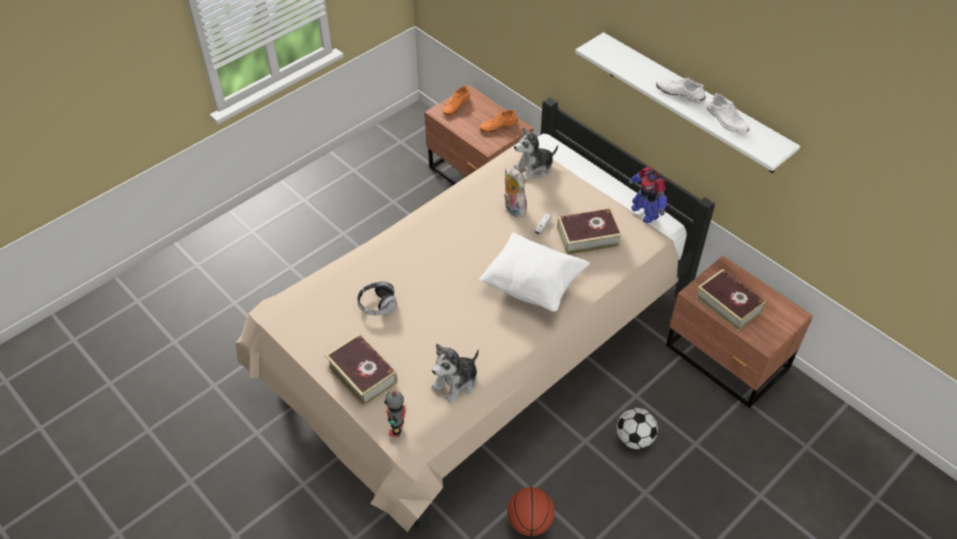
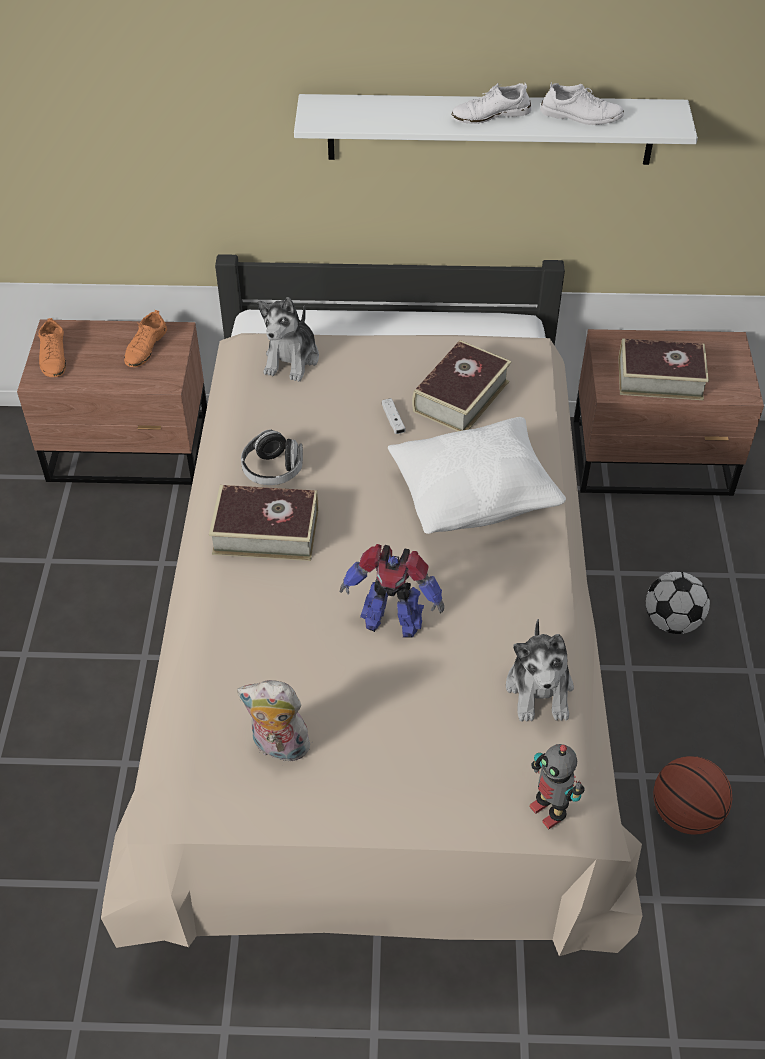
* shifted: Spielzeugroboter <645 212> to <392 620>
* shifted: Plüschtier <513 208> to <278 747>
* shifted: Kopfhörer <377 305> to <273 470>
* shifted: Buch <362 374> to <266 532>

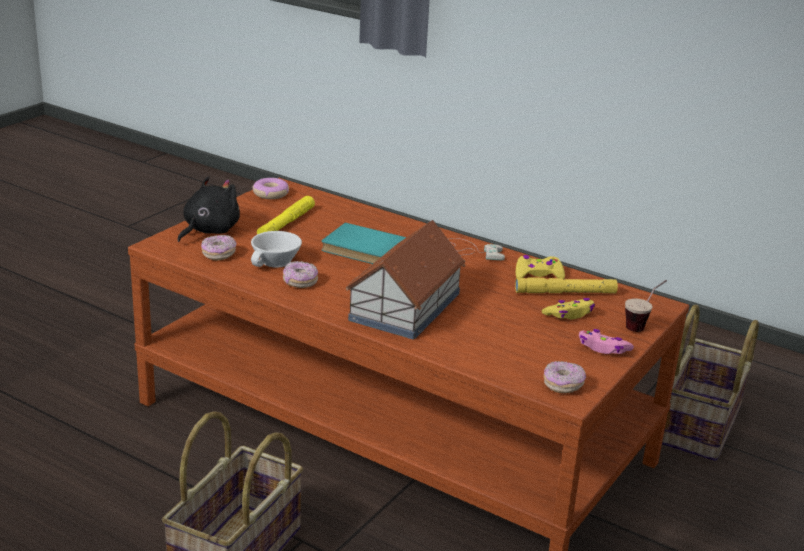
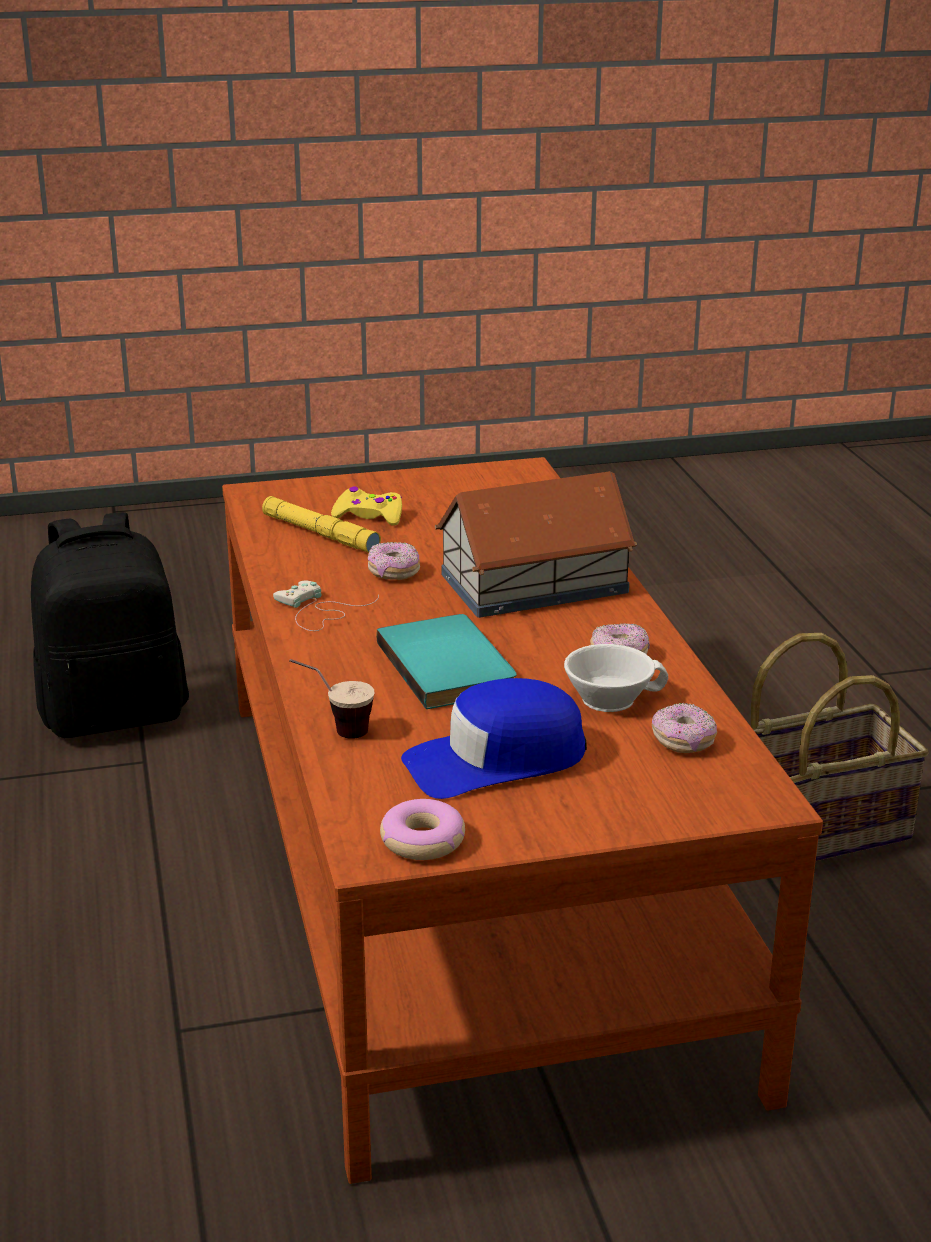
* gone: Plüschtier/schwarz <208 231>
* swapped: Taschenlampe/gelb <286 223> to Kappe/blau <495 760>
* gone: Gamepad/gelb <538 274>
* shifted: Tasse <642 325> to <333 730>
* swapped: Korb <701 426> to Rucksack/schwarz <115 714>
* gone: Gamepad/rosa <603 348>
* shifted: Donut <563 385> to <393 572>

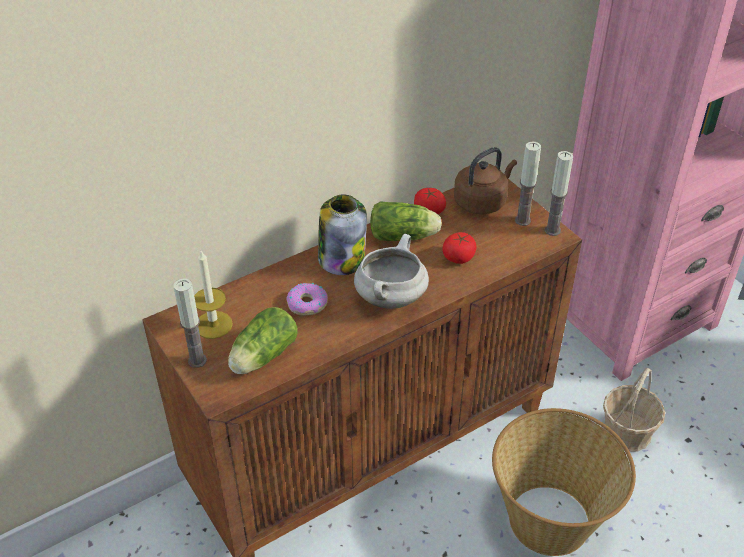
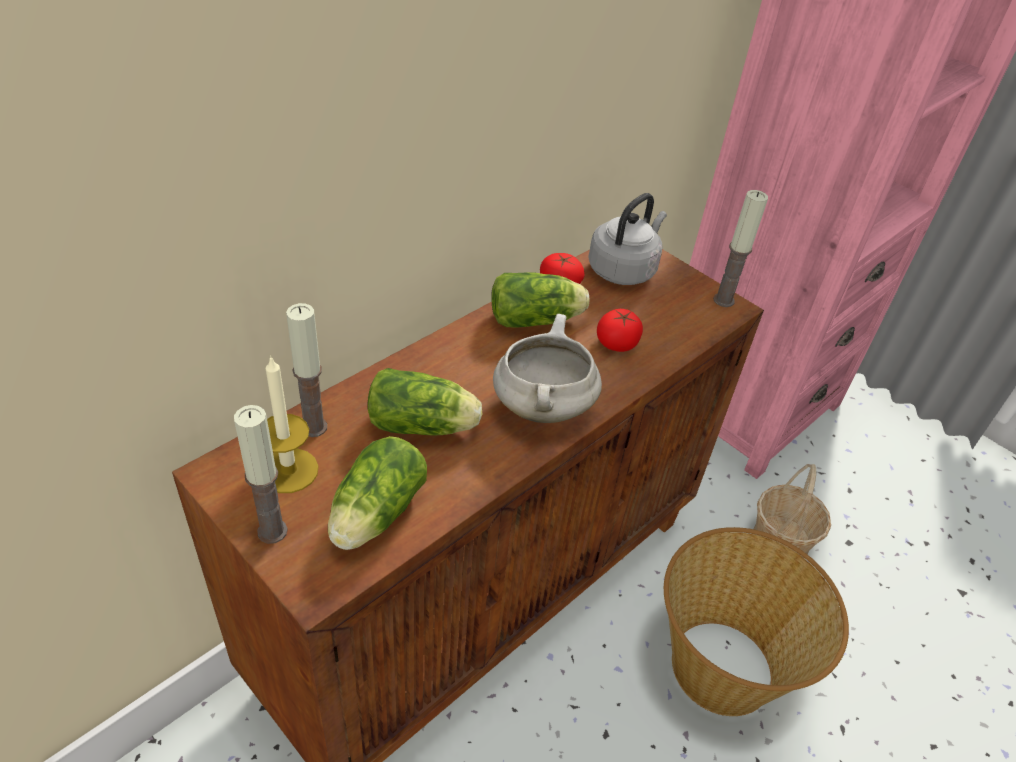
* shifted: Kerze <522 220> to <314 427>
* repainted: Wasserkessel/braun <482 202> to Wasserkessel/grau <623 269>
* gone: Vorratsglas <341 259>
* swapped: Donut <307 304> to Salatkopf <425 426>

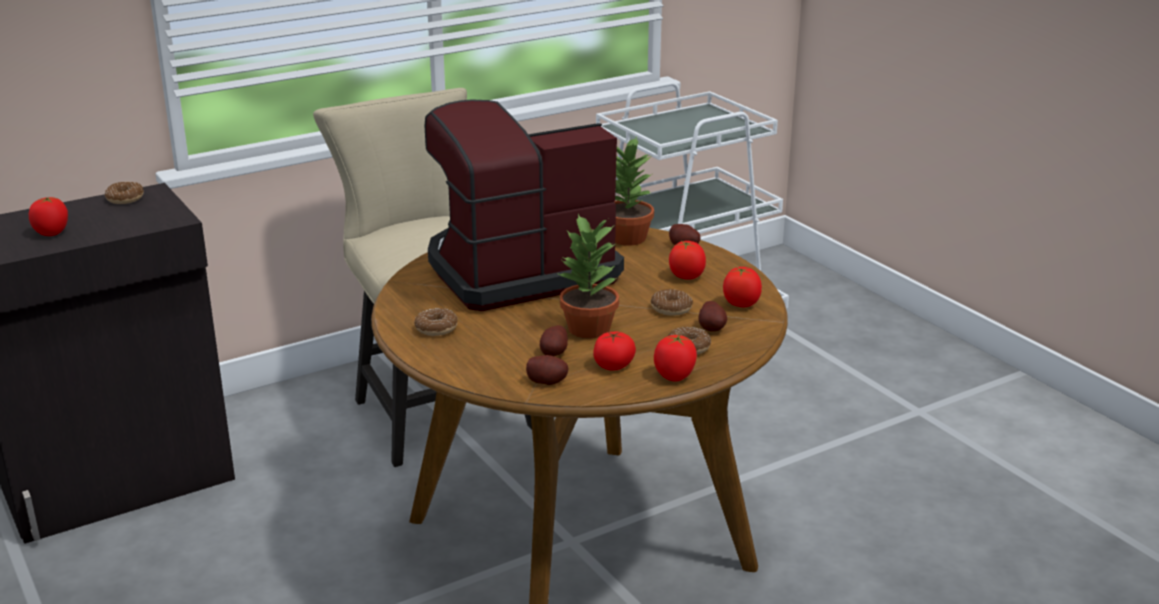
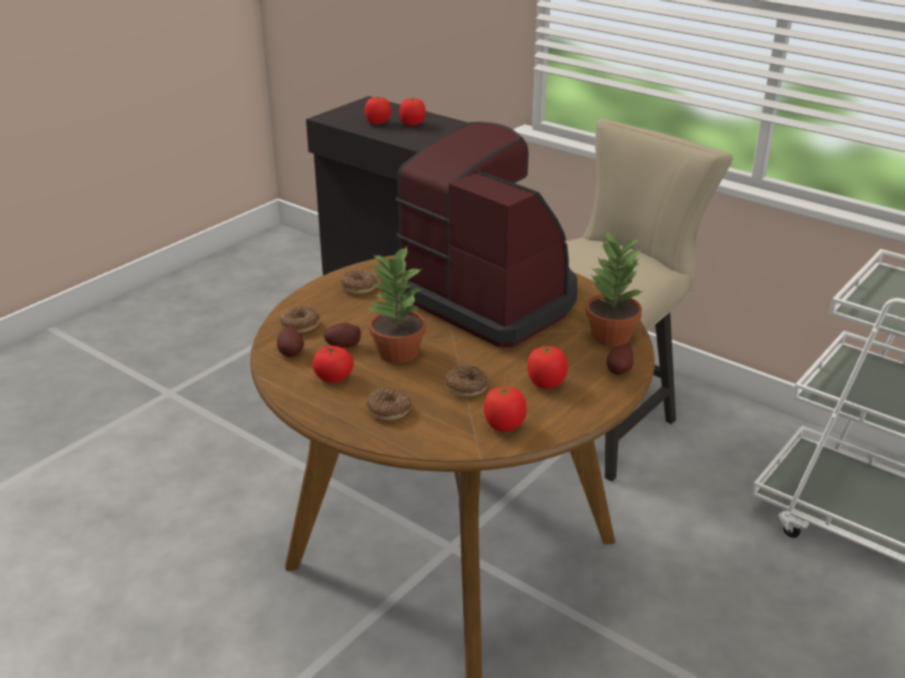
* shifted: Donut <125 199> to <300 325>
* gone: Kartoffel <712 328>
* shifted: Tomate <674 376> to <412 124>

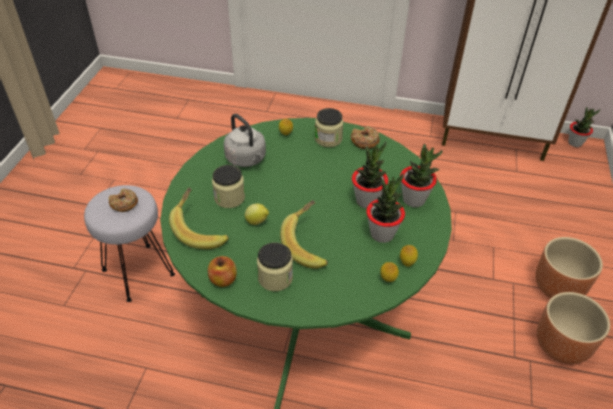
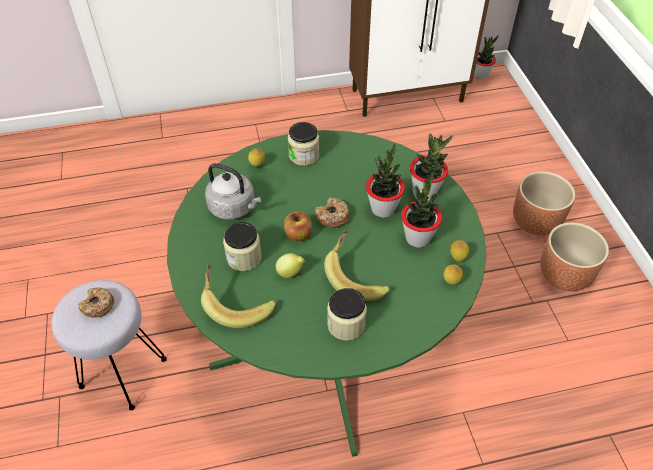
* shifted: Donut <364 141> to <332 217>
* shifted: Apfel <223 280> to <298 235>

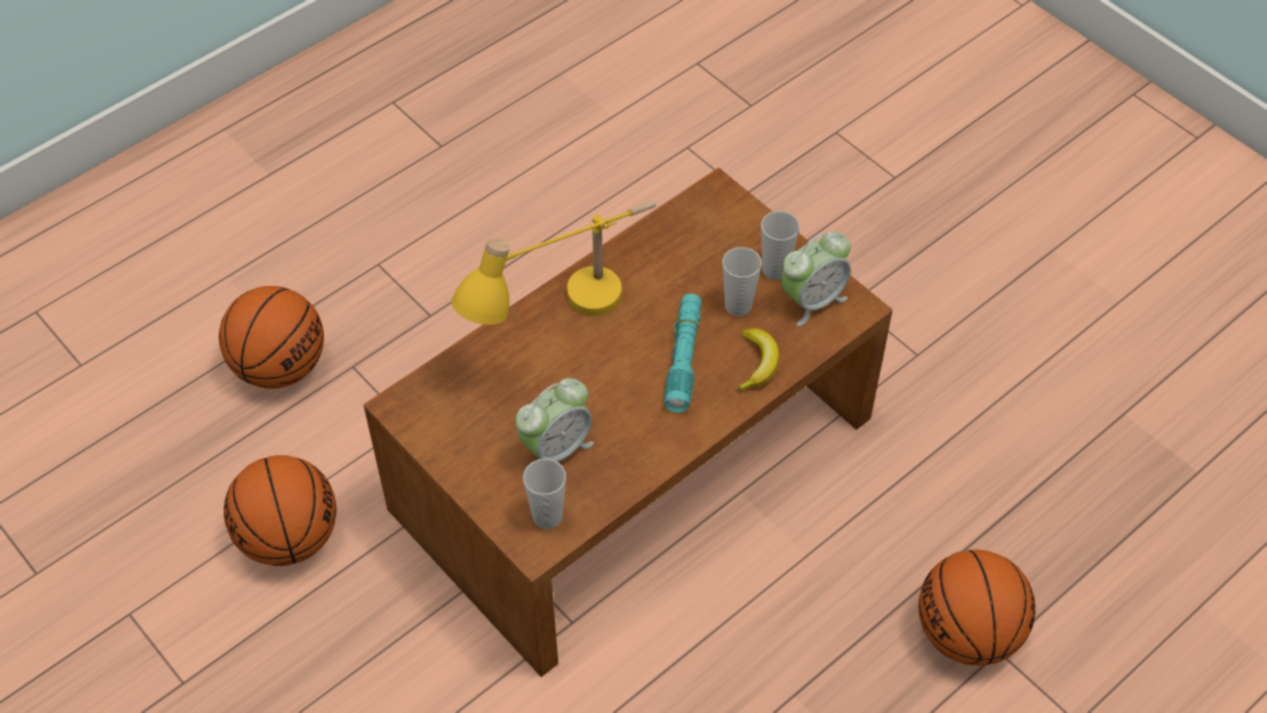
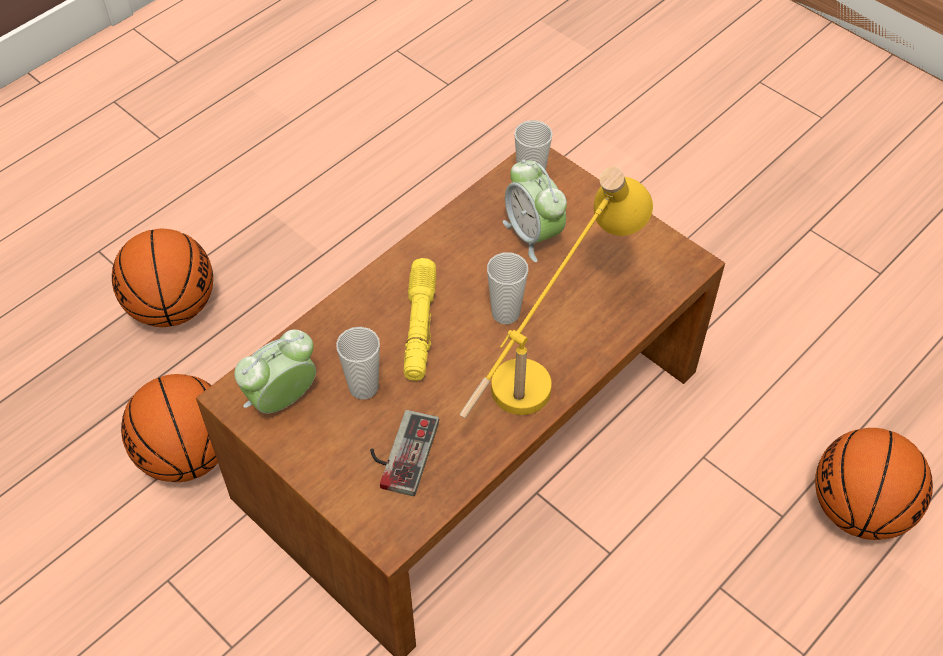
* shifted: Tasse <775 270> to <505 313>
* repainted: Taschenlampe/türkis <684 358> to Taschenlampe/gelb <419 327>
* gone: Banane <757 363>
* rotated: Wecker <556 449> = <533 235> 75 degrees counterclockwise
* shifted: Basketball <289 538> to <188 455>
* new: Gamepad <399 451>

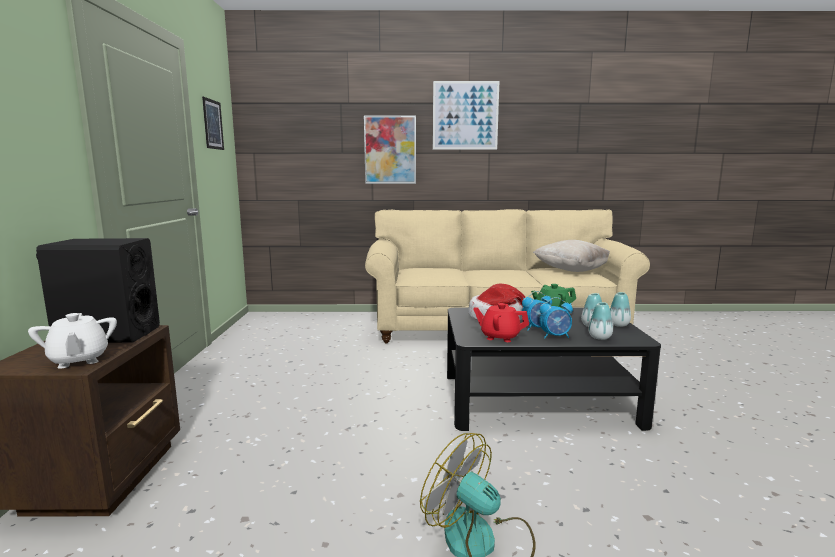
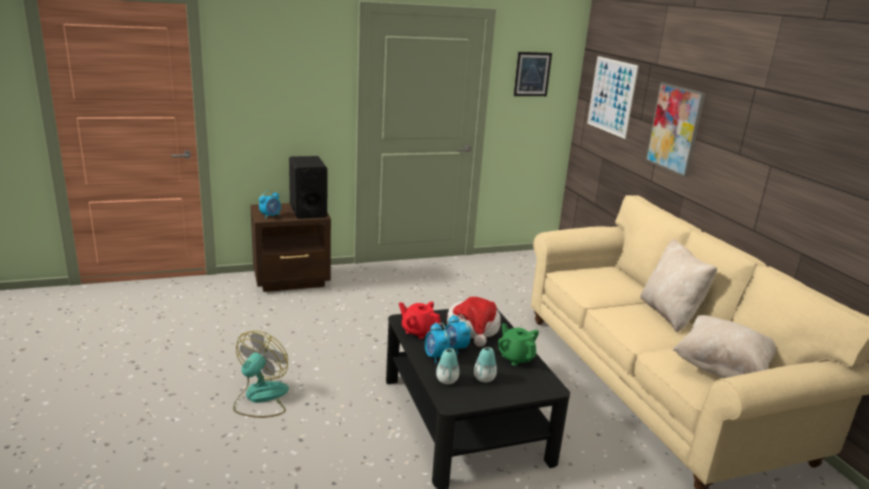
* shifted: Bild <465 115> to <612 96>
* gone: Vase <618 325>
* rotated: Teekanne/rot <500 337> = <418 331> 60 degrees counterclockwise
* swapped: Teekanne/weiß <79 360> to Wecker <270 216>
* new: Kissen/beige <670 314>

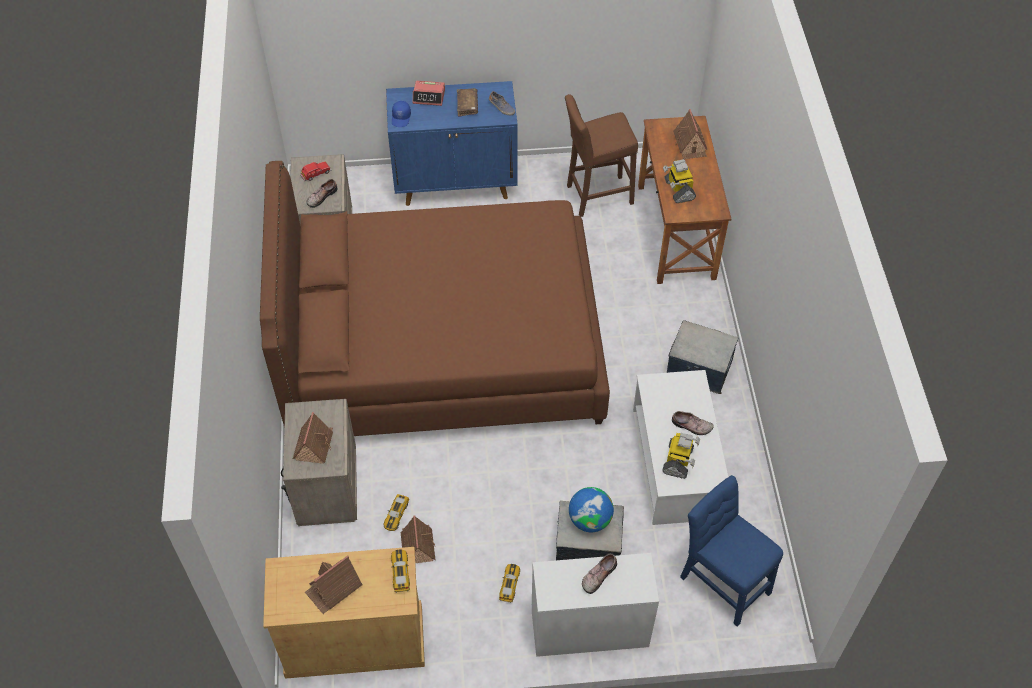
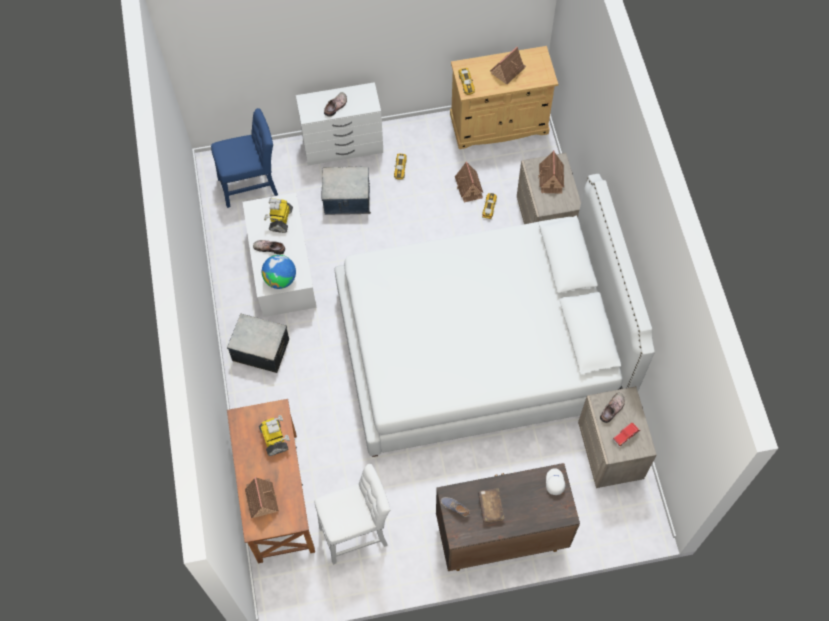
* repainted: Schrank/blau <456 183> to Schrank/braun <500 536>
* gone: Wecker <429 96>
* repainted: Hocker/braun <596 196> to Hocker/weiß <357 534>
* repainted: Kappe/blau <401 118> to Kappe/weiß <554 482>
* repainted: Bett/braun <442 347> to Bett/weiß <480 349>
* rotated: Stuhl/blau <722 580> = <251 185> 60 degrees counterclockwise
* shifted: Globus <589 520> to <280 279>

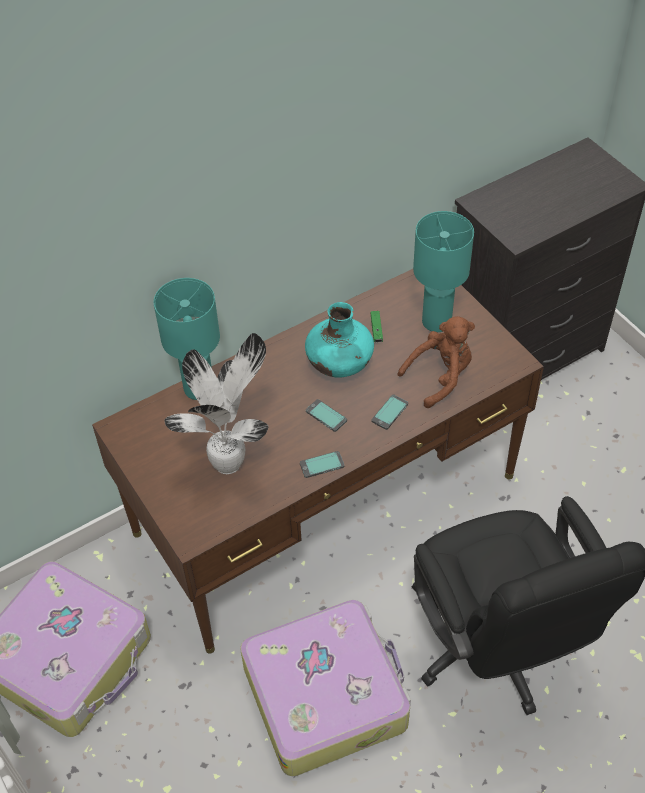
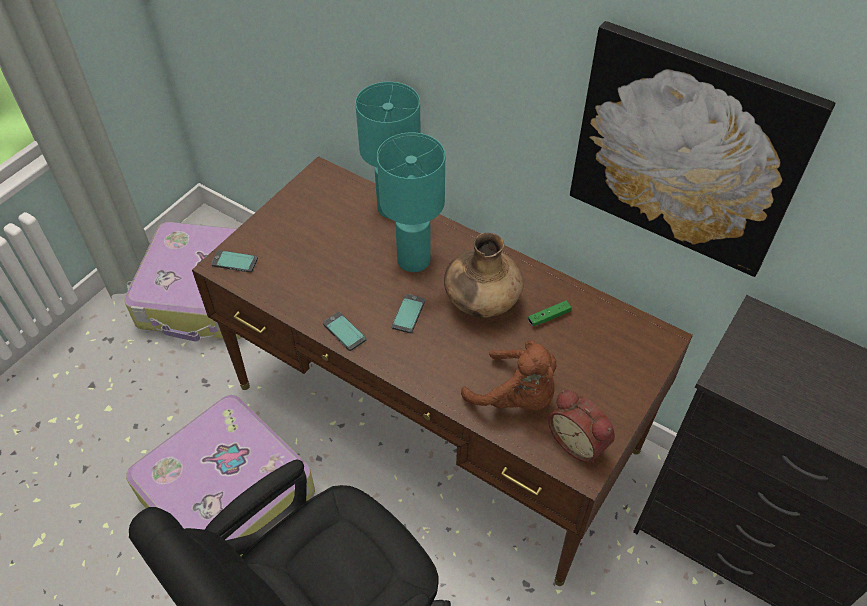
* shifted: Tischlampe/türkis <435 321> to <414 260>
* repainted: Vase/türkis <339 365> to Vase/braun <481 302>
* gone: Topfpflanze <231 463>
* shifted: Handy <390 413> to <234 262>
* new: Bild <687 151>
* new: Wecker <579 441>

